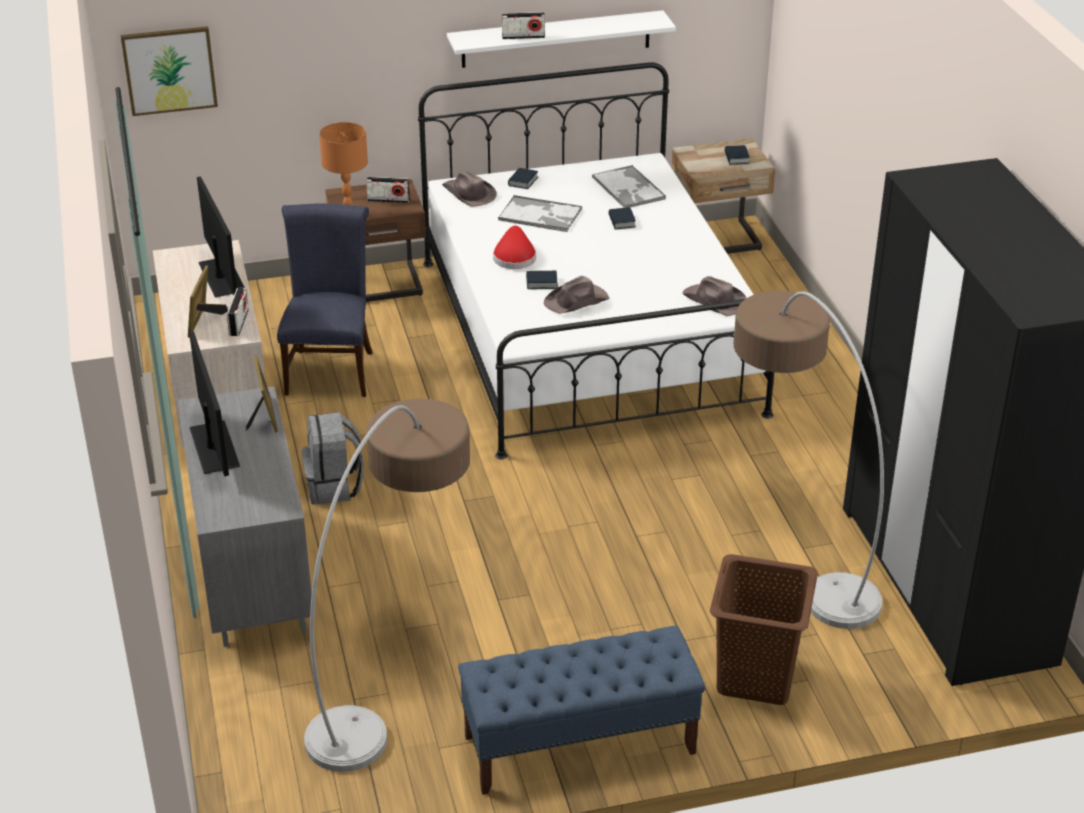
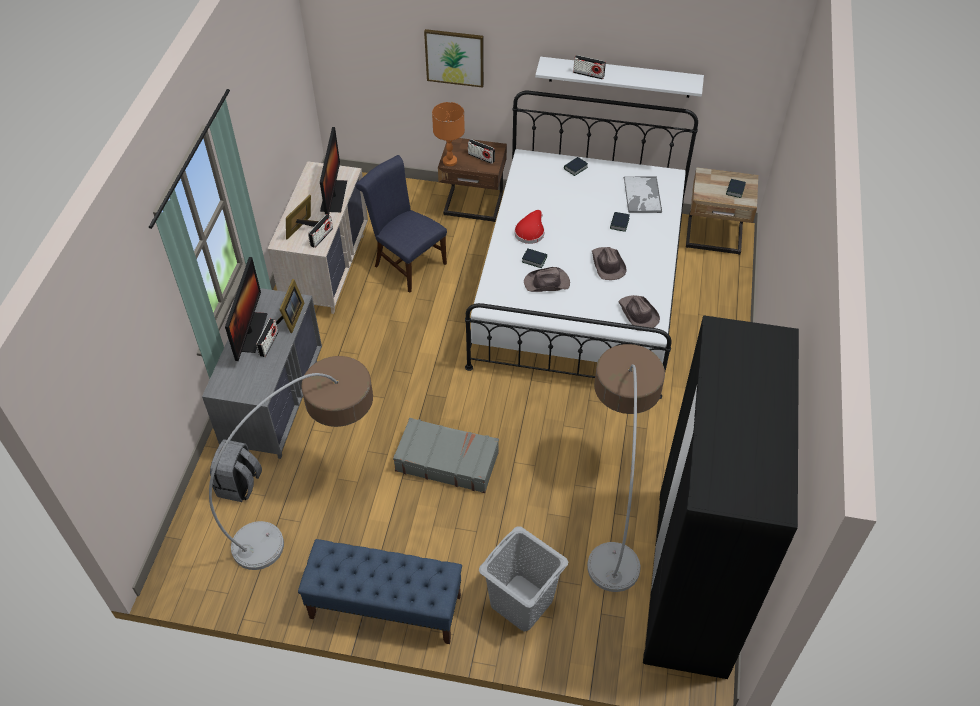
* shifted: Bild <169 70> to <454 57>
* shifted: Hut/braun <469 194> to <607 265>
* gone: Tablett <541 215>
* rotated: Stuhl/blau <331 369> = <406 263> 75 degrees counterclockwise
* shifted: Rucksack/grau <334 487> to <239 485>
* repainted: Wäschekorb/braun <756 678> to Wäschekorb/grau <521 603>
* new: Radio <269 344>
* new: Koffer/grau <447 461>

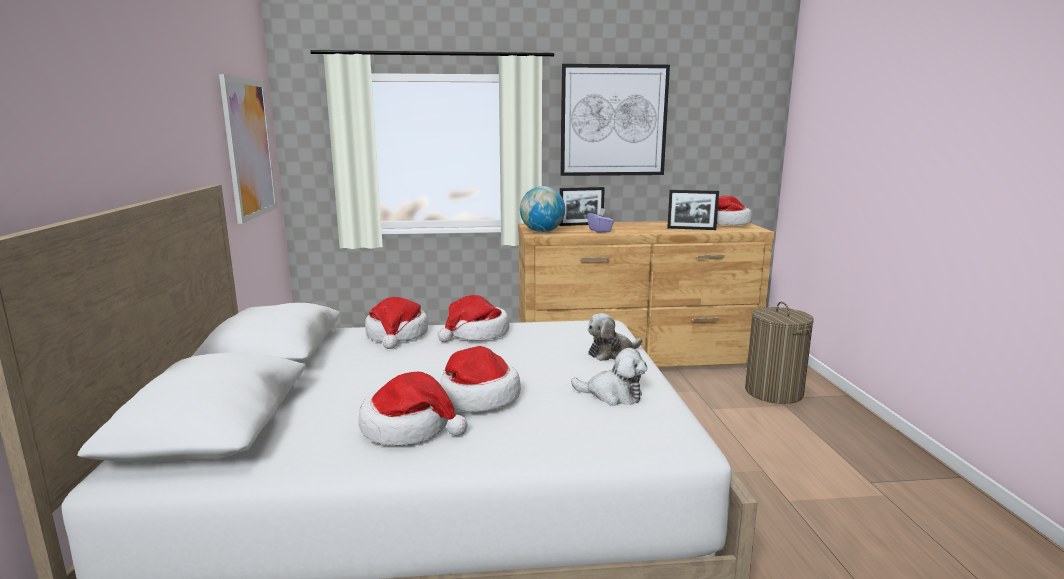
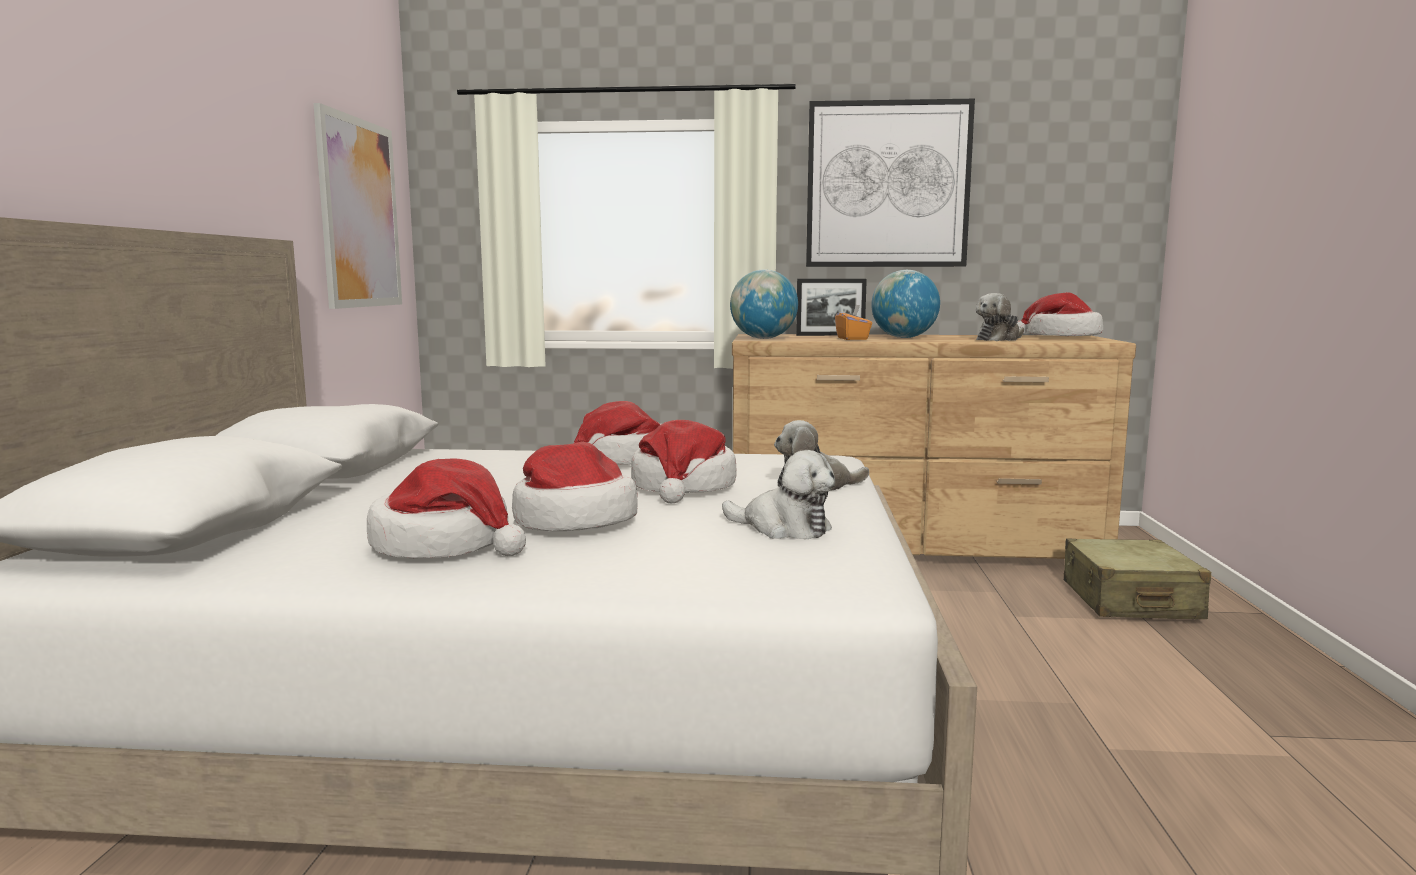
* swapped: Bilderrahmen <691 229> to Plüschtier <999 339>
* repainted: Taschentuchbox/lila <600 230> to Taschentuchbox/orange <853 339>
* shifted: Hut <397 335> to <683 487>
* swapped: Wäschekorb <773 392> to Koffer/beige <1129 600>
* new: Globus <904 338>

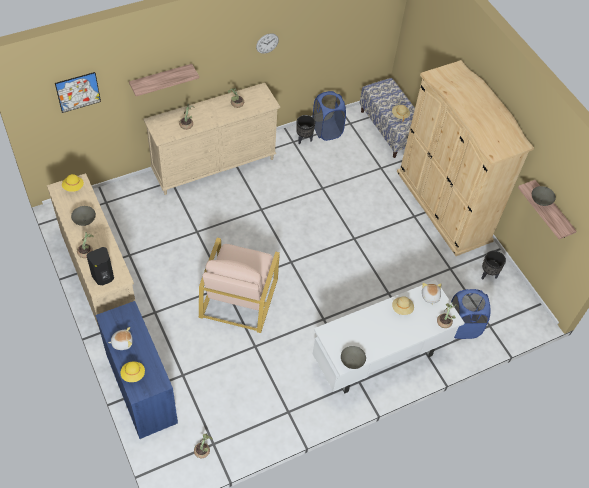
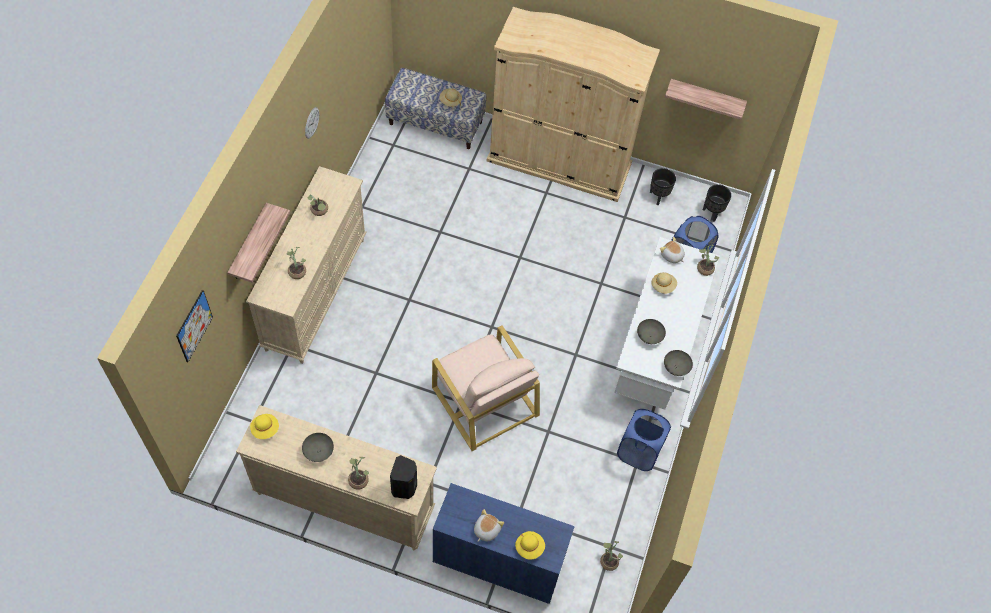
* shifted: Wäschekorb/blau <327 130> to <638 452>
* shifted: Pflanzkübel/schwarz <304 139> to <712 213>
* shifted: Schüssel/grau <541 201> to <650 336>

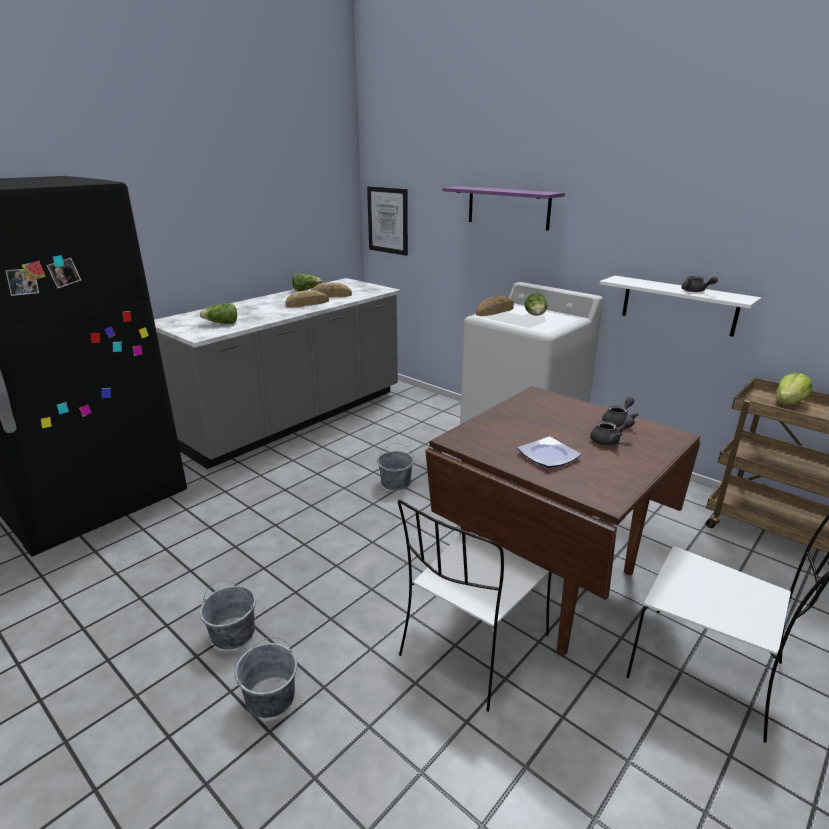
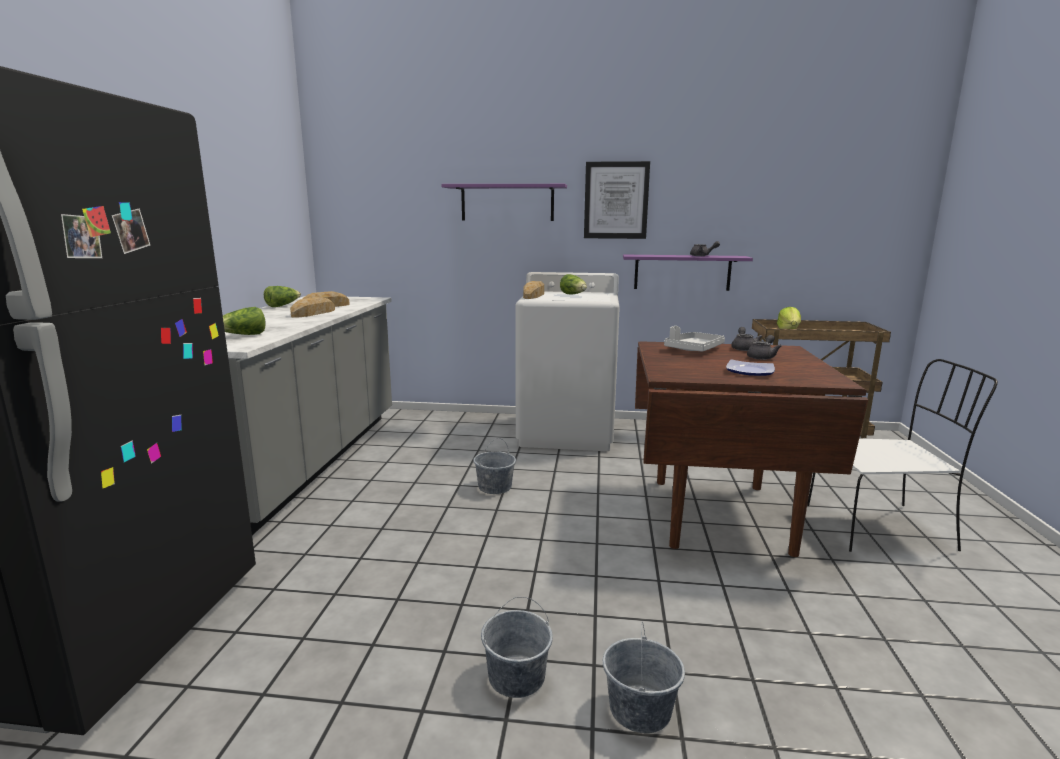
* shifted: Bild <388 220> to <616 200>
* repainted: Wandregal/weiß <678 305> to Wandregal/lila <682 272>
* gone: Stuhl/weiß <472 647>
* new: Tablett/grau <693 349>

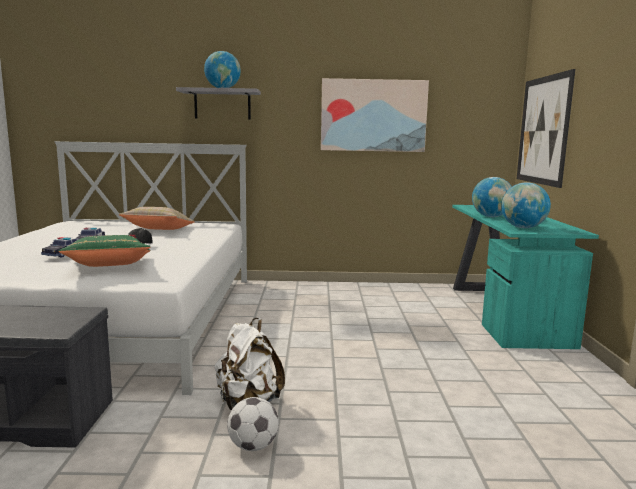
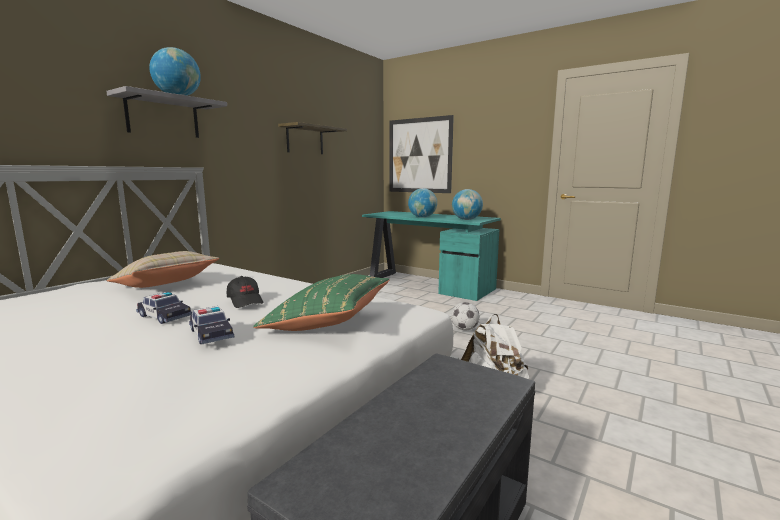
* swapped: Bild <373 115> to Wandregal <305 140>
* shifted: Fußball <253 446> to <464 329>

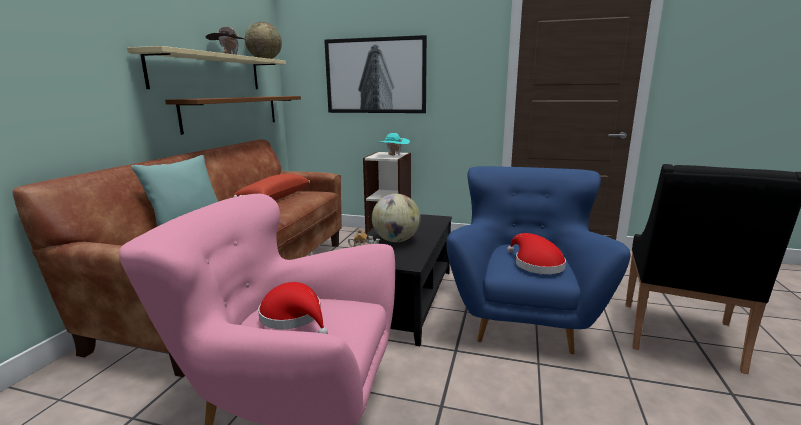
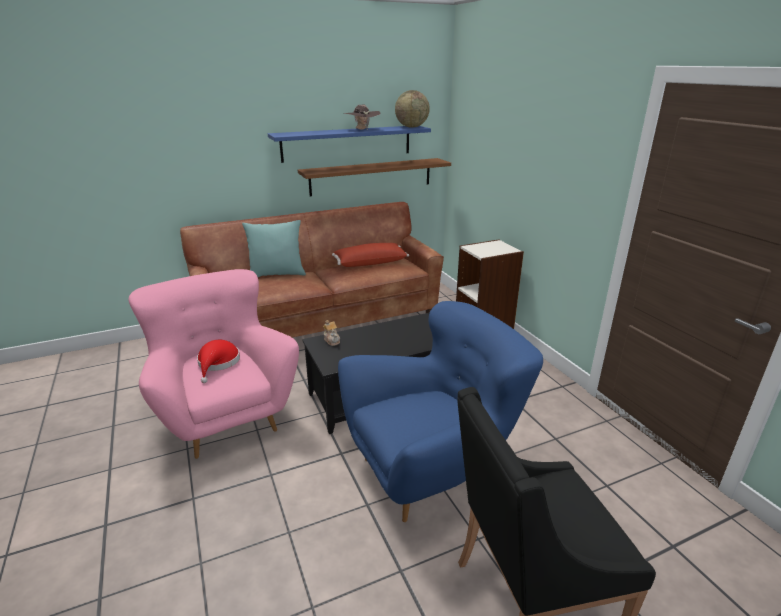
* gone: Bild <375 76>
* repainted: Wandregal/beige <209 72> to Wandregal/blau <347 143>
* gone: Hut/türkis <393 155>
* gone: Globus <396 240>
* gone: Hut/rot <535 264>

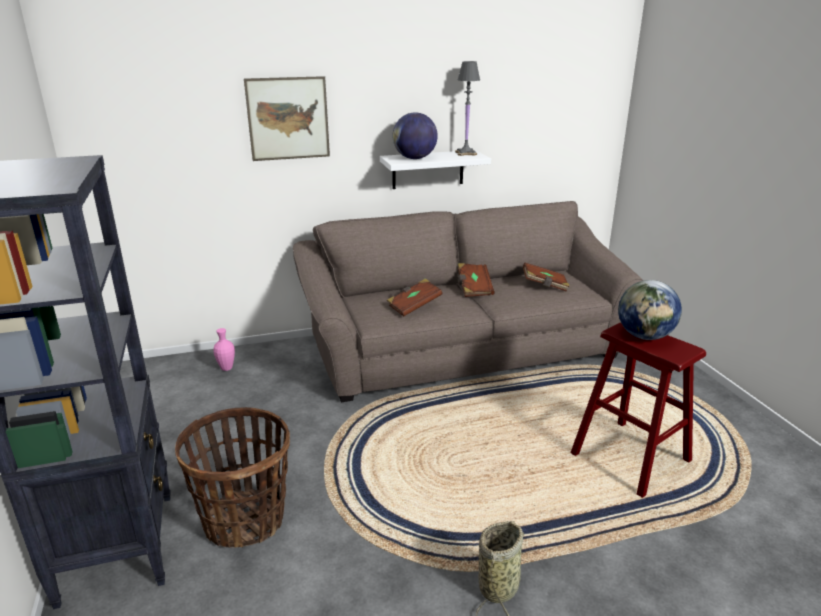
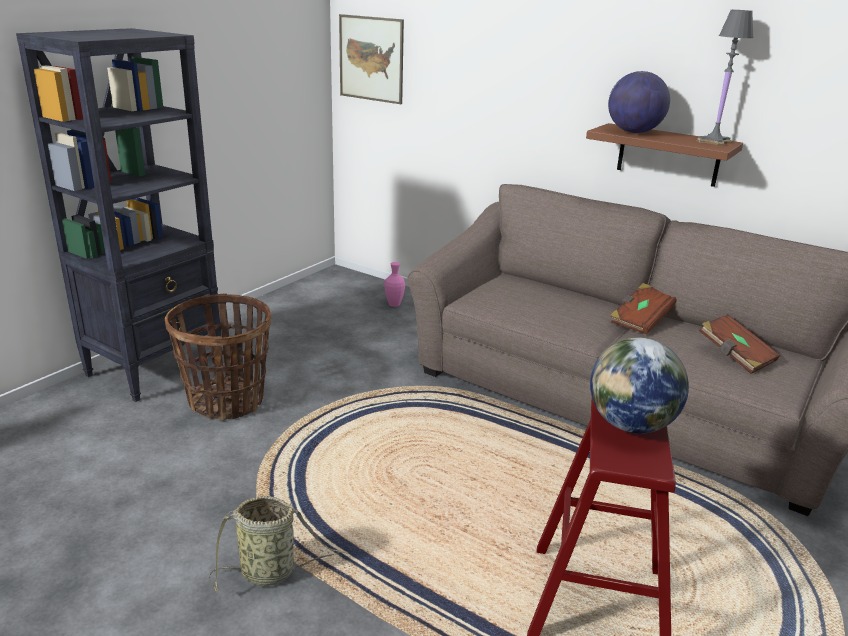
* shifted: Bild <288 118> to <371 59>
* repainted: Wandregal/weiß <428 169> to Wandregal/braun <668 155>
* gone: Buch/braun <414 306>

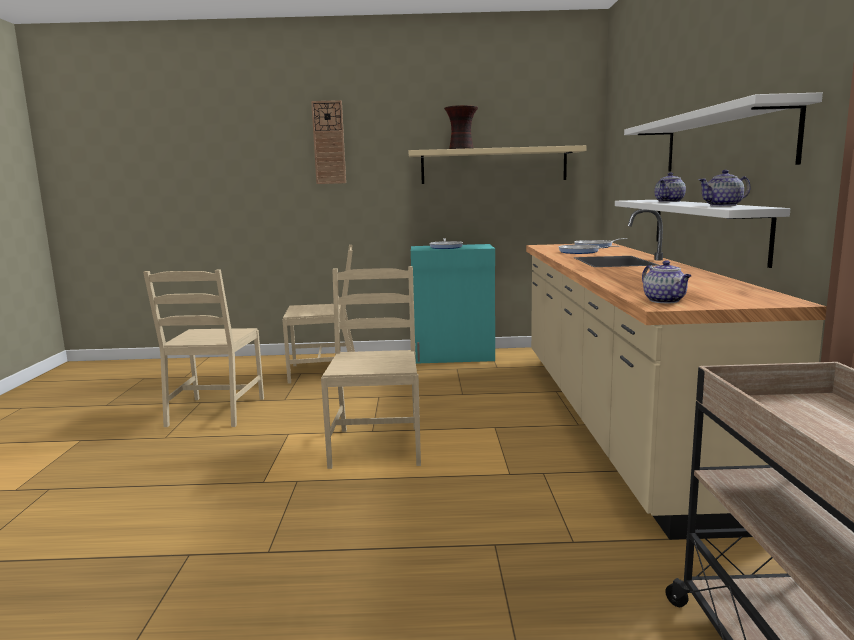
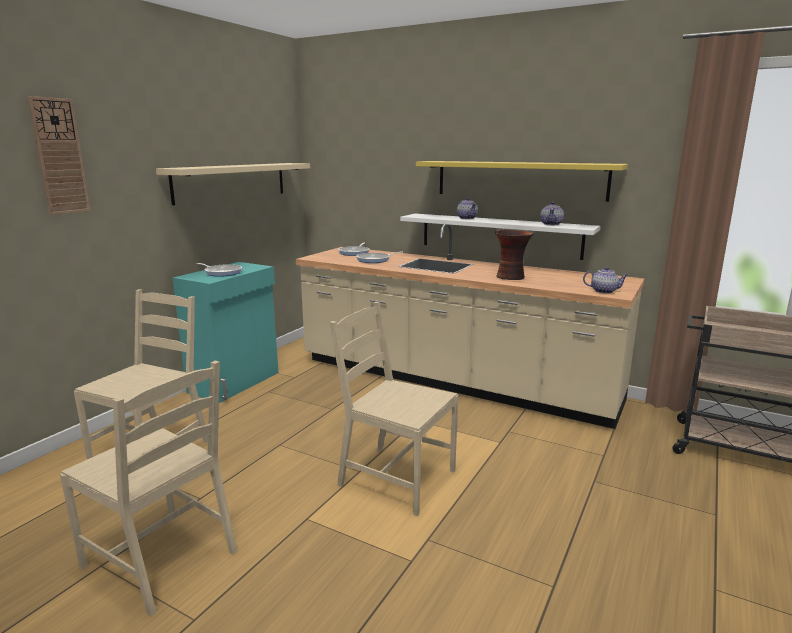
* repainted: Wandregal/weiß <723 141> to Wandregal/gelb <519 180>
* shifted: Vase <462 149> to <511 277>

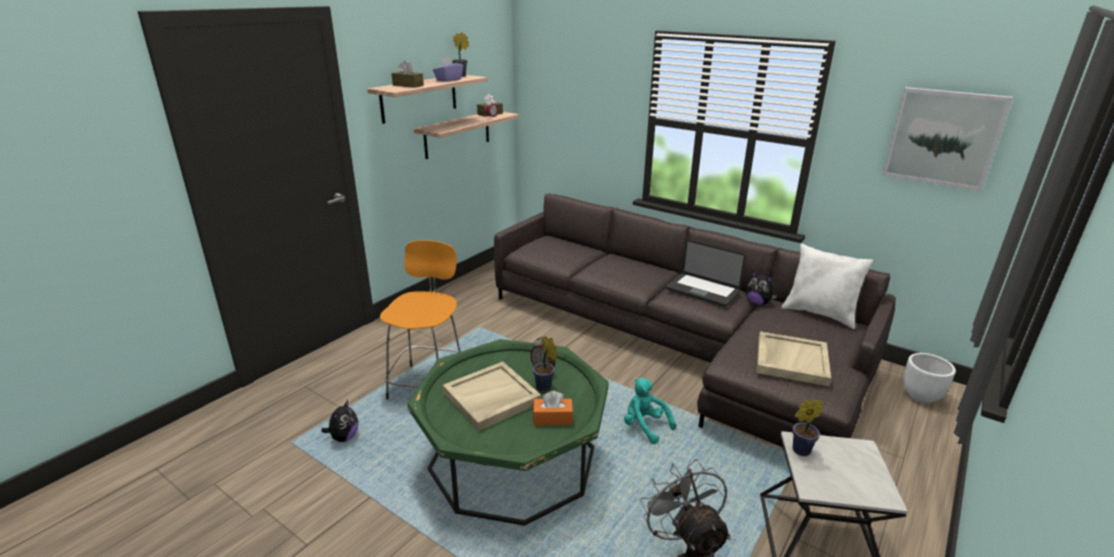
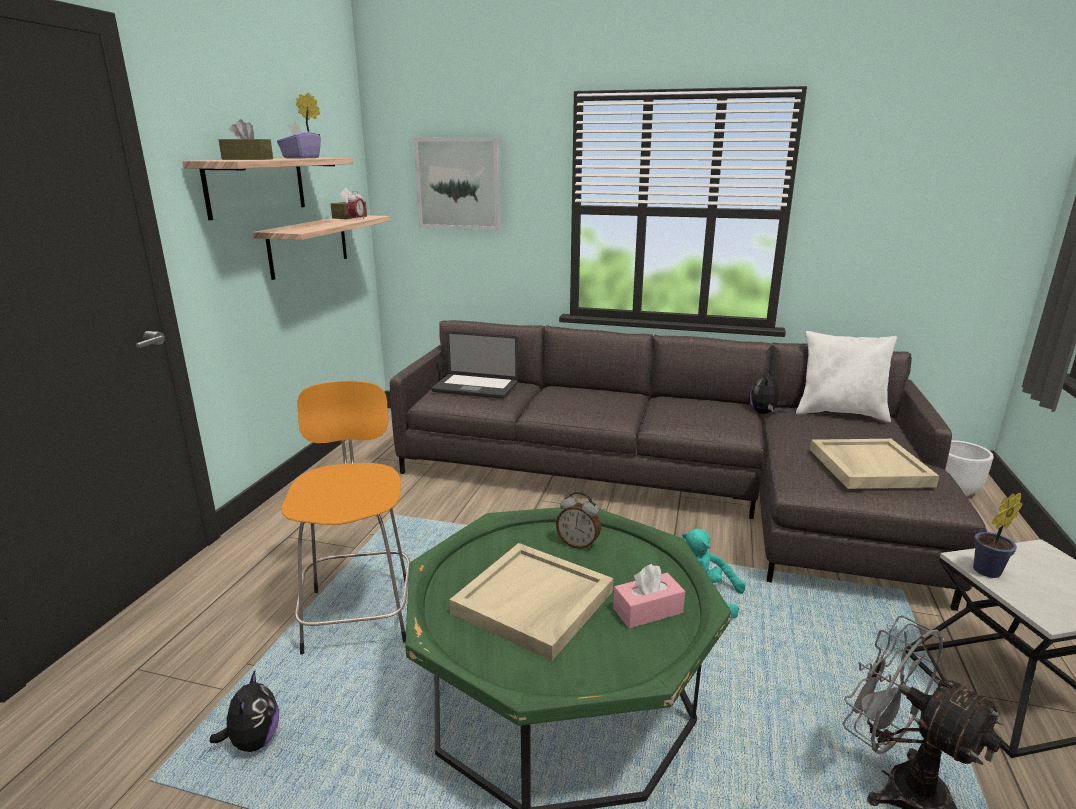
* shifted: Bild <943 138> to <459 183>
* shifted: Laptop <702 291> to <475 388>
* rotated: Plüschtier <758 303> = <764 413> 90 degrees clockwise
* gone: Topfpflanze <545 387>
* repainted: Taschentuchbox/orange <552 418> to Taschentuchbox/rosa <647 610>

